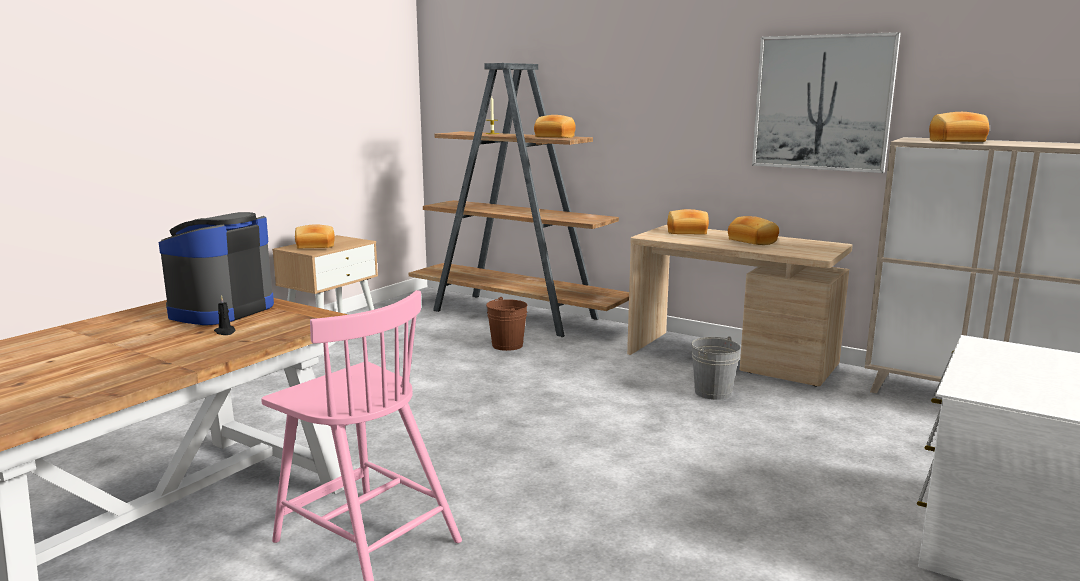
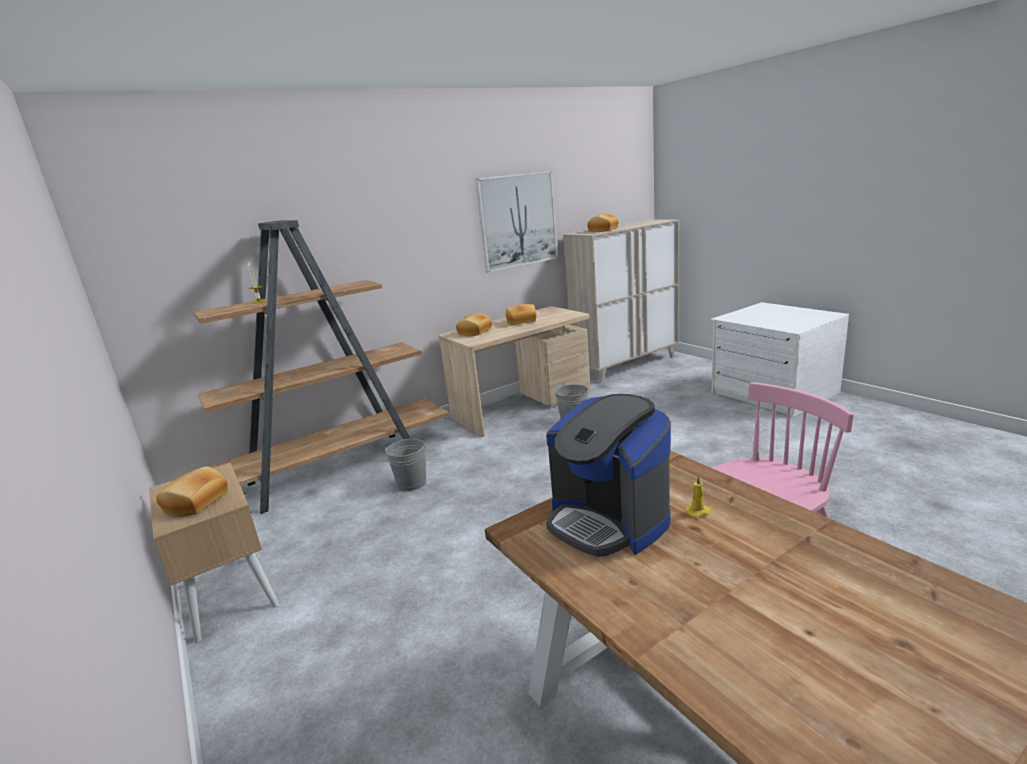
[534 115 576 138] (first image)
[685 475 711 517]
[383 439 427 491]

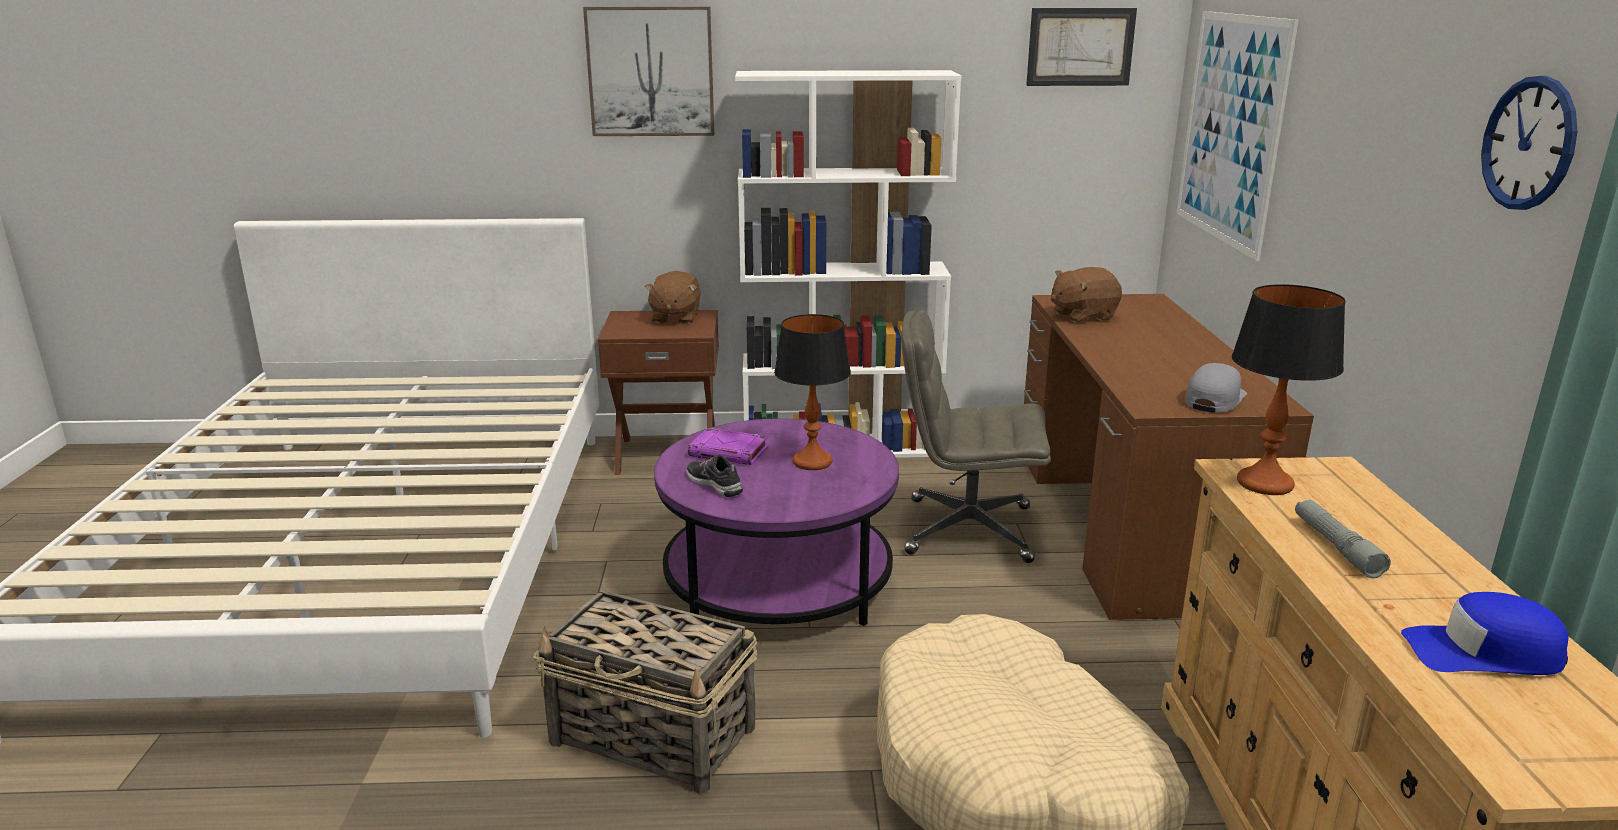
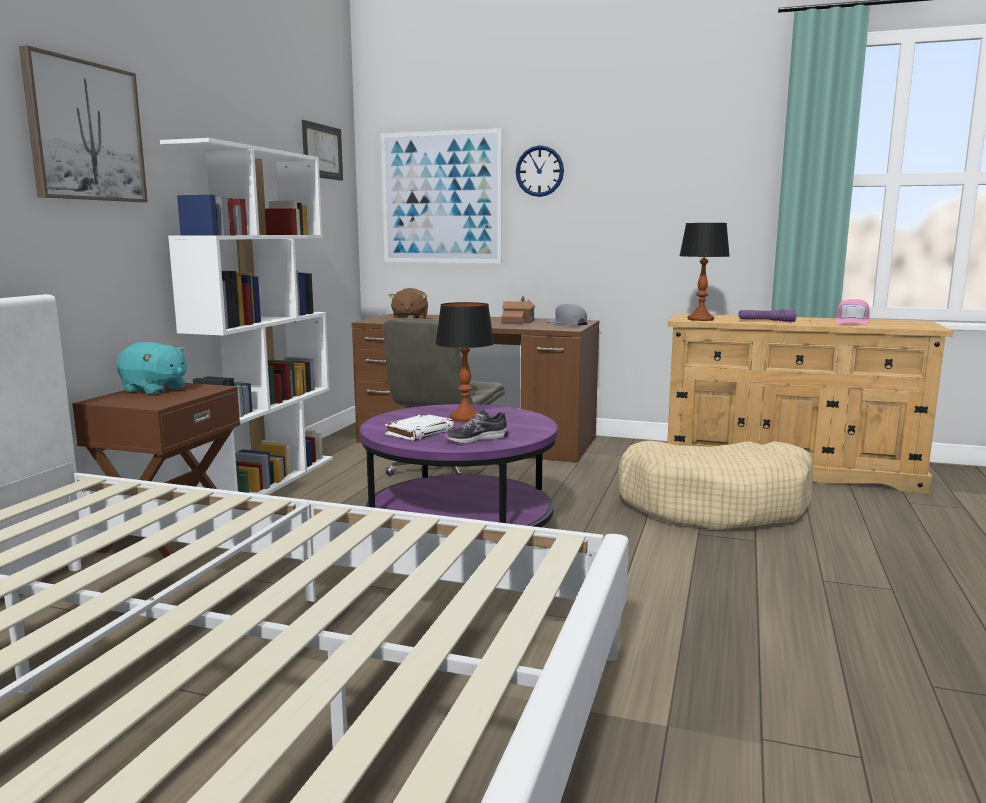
[533 590 757 795] (first image)
[502 296 535 324]
[516 145 564 197]
[116 342 187 394]
[385 414 455 441]
[738 309 797 322]
[835 299 869 325]

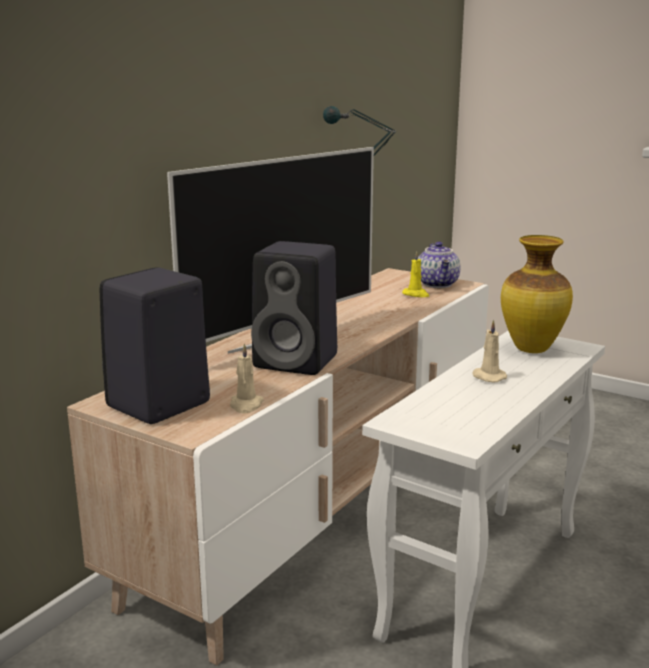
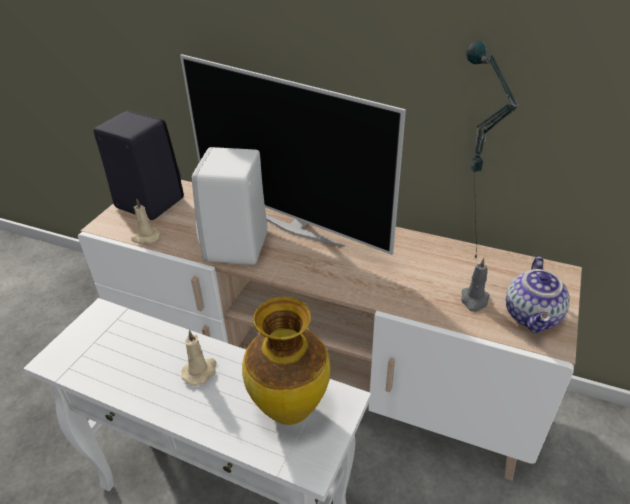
[192 147 268 265]
[461 258 490 312]
[506 257 570 333]

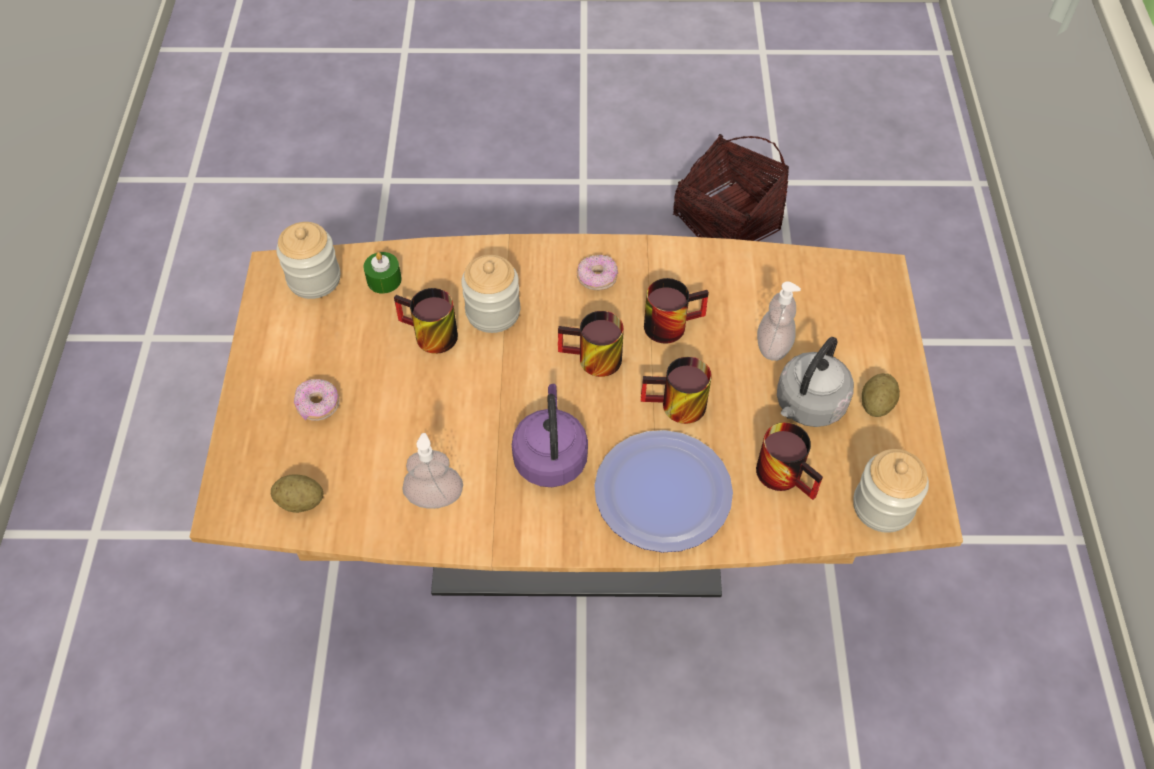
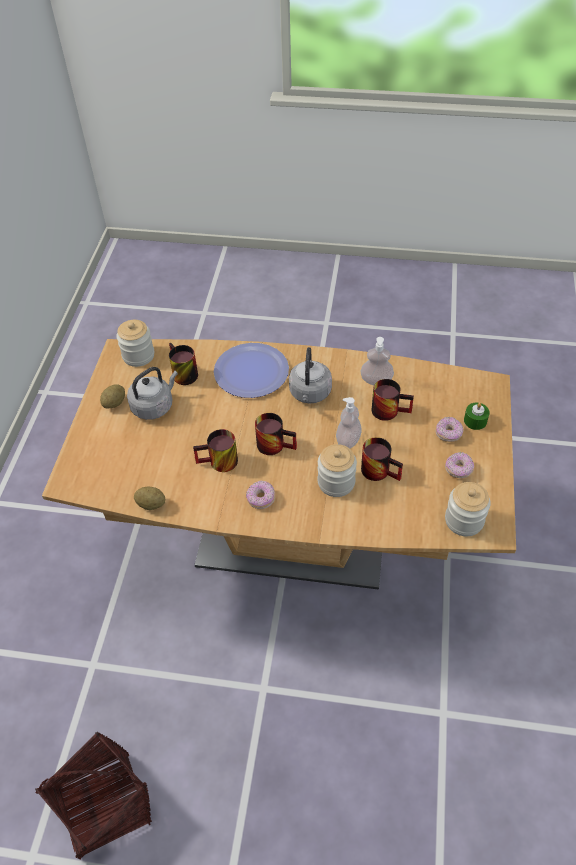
[445 452 474 478]
[134 487 165 510]
[464 403 490 430]
[372 379 414 421]
[336 397 362 449]
[289 347 332 403]

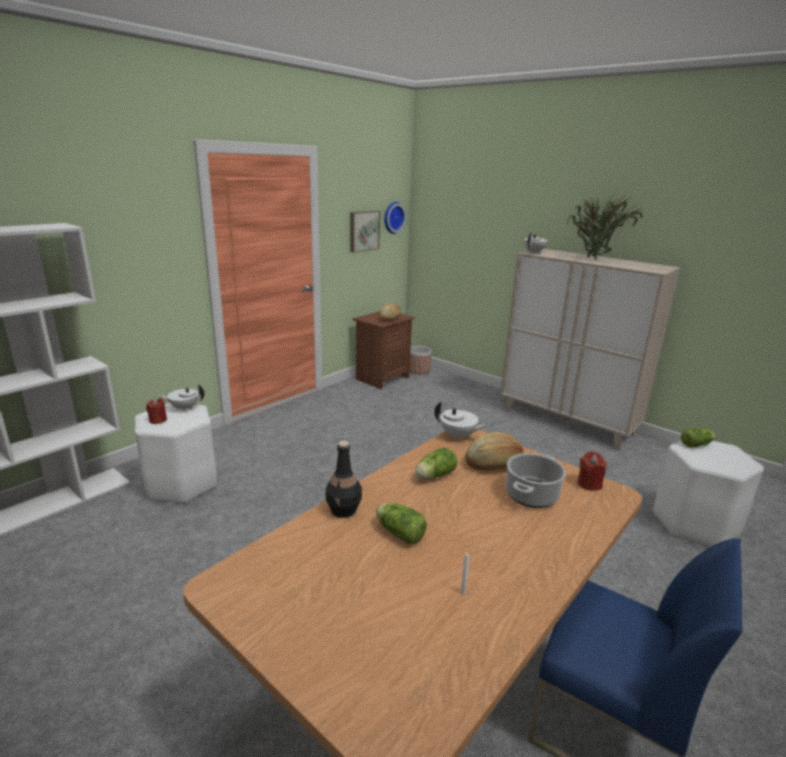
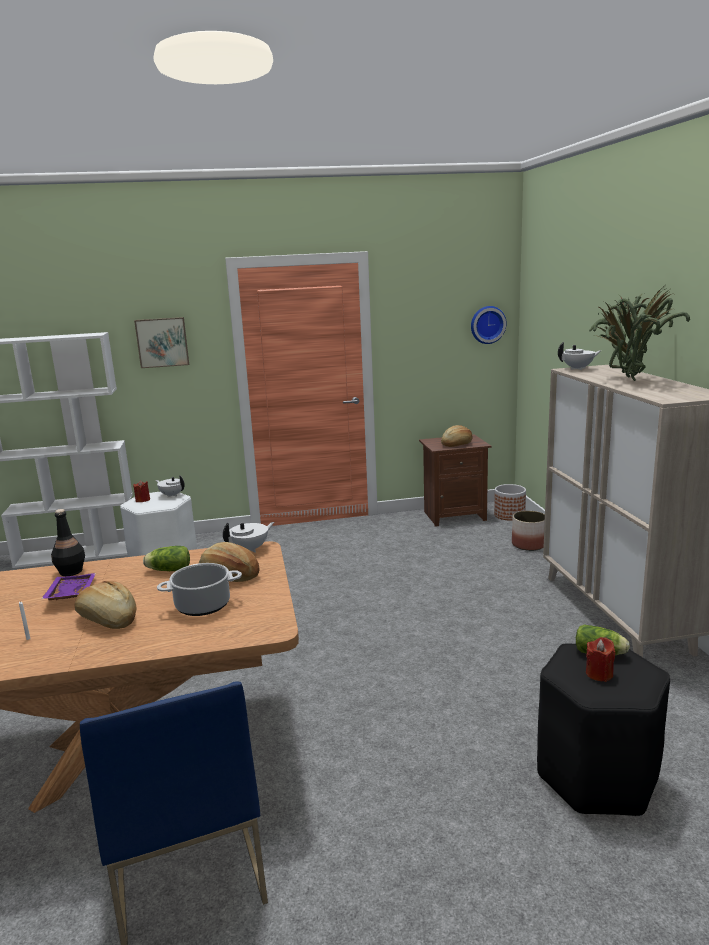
[75 581 137 629]
[512 511 545 551]
[134 317 189 368]
[586 637 615 682]
[41 573 96 600]
[537 643 670 816]
[223 522 274 553]

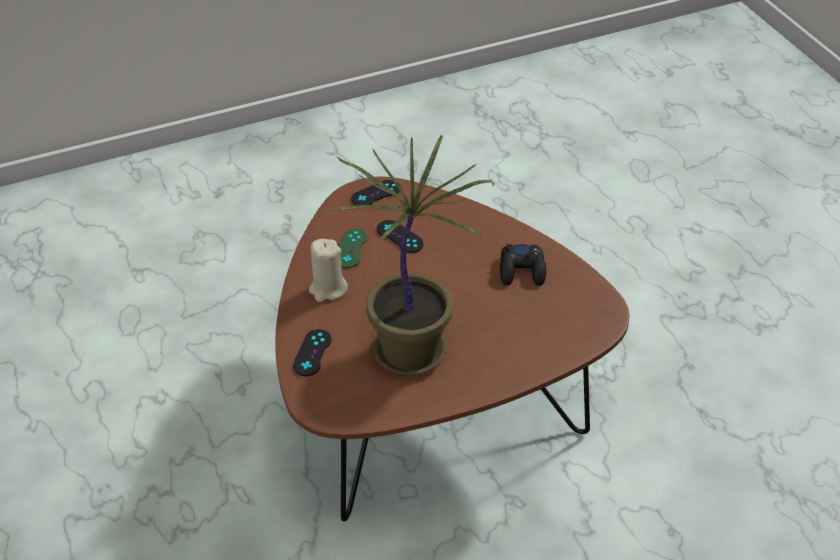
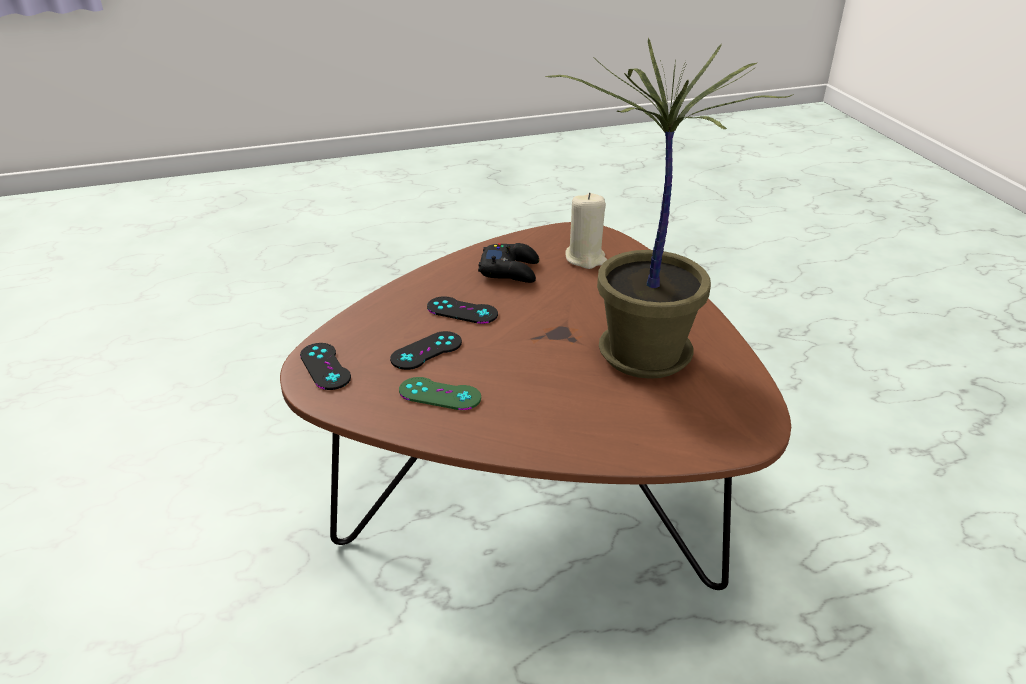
[427 296 498 324]
[565 192 607 269]

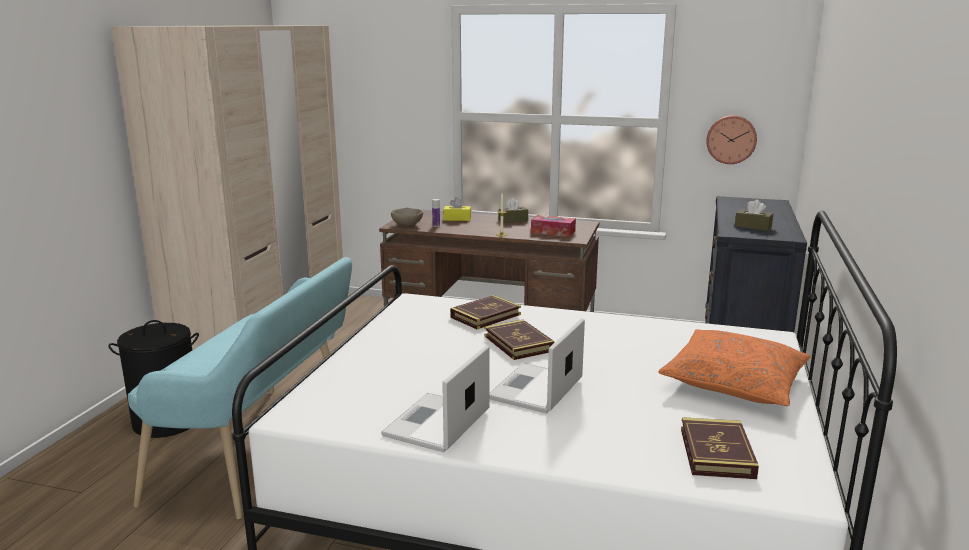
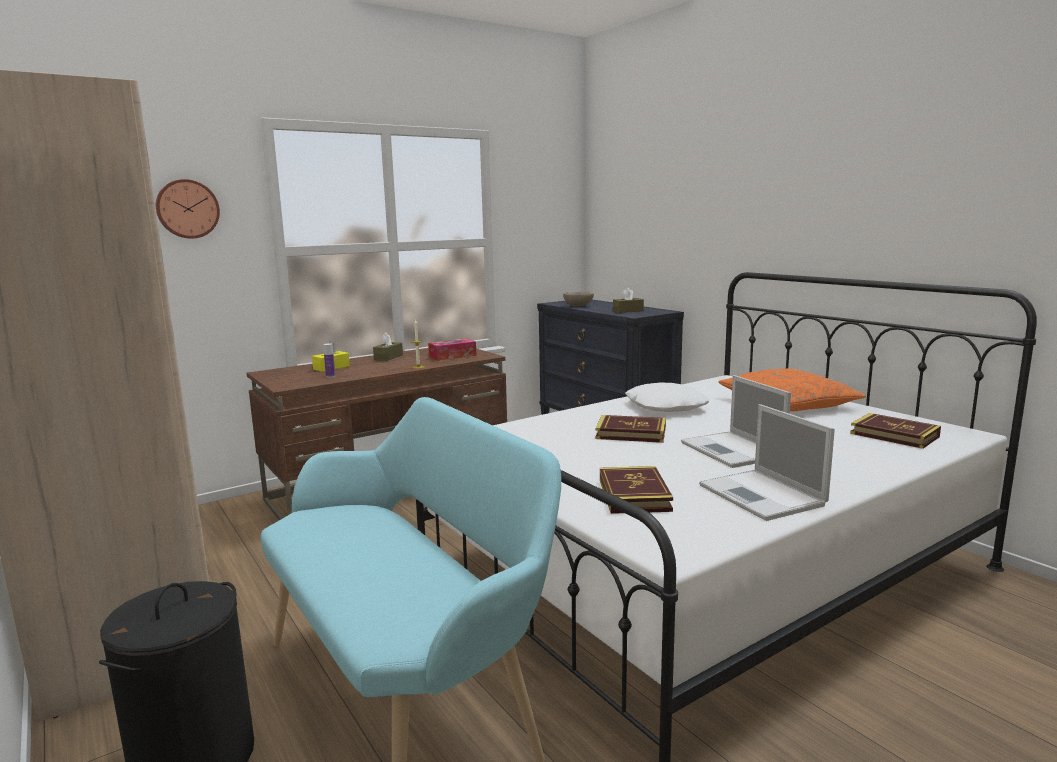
[625 382 709 412]
[563 291 594 306]
[600 466 673 514]
[155 179 220 239]

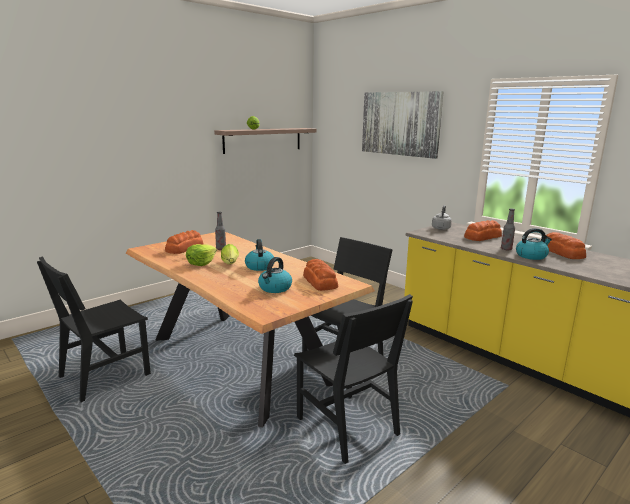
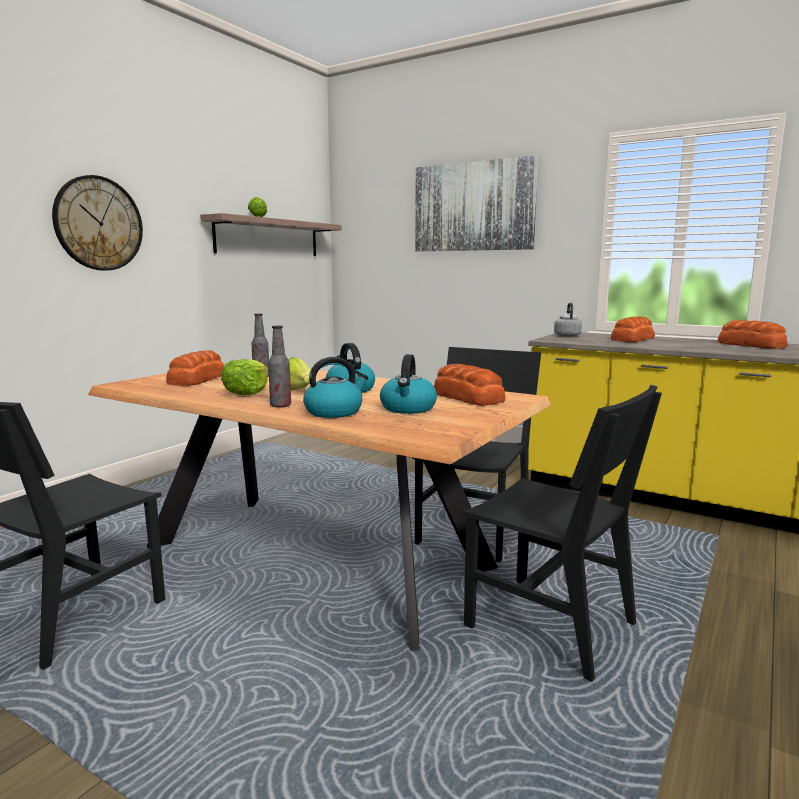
[52 175 143 271]
[268 325 291 408]
[303 357 368 418]

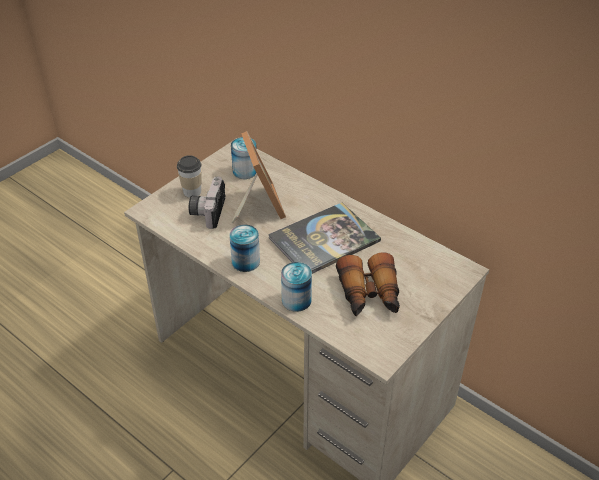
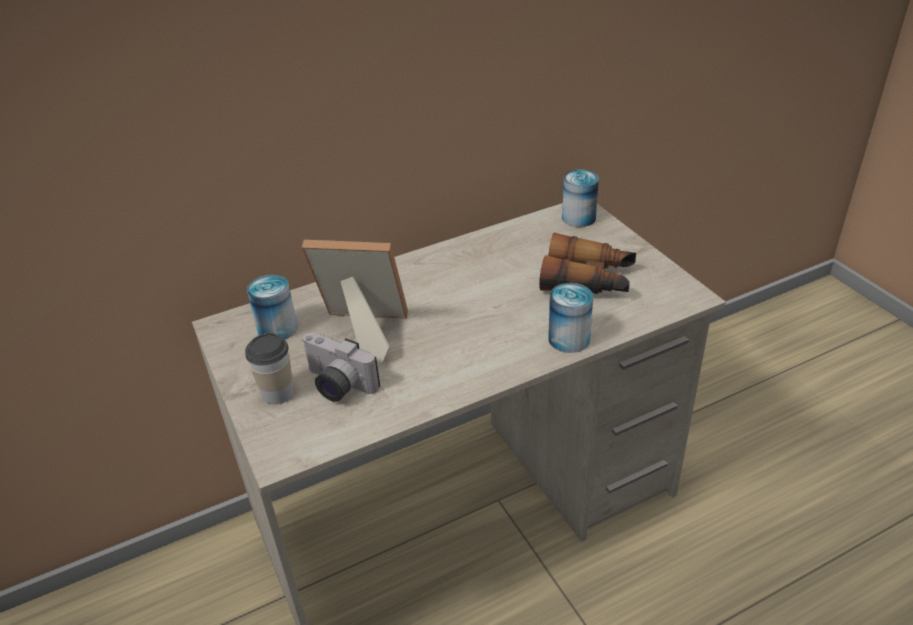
[268 202 381 274] (first image)
[562 170 599 227]

